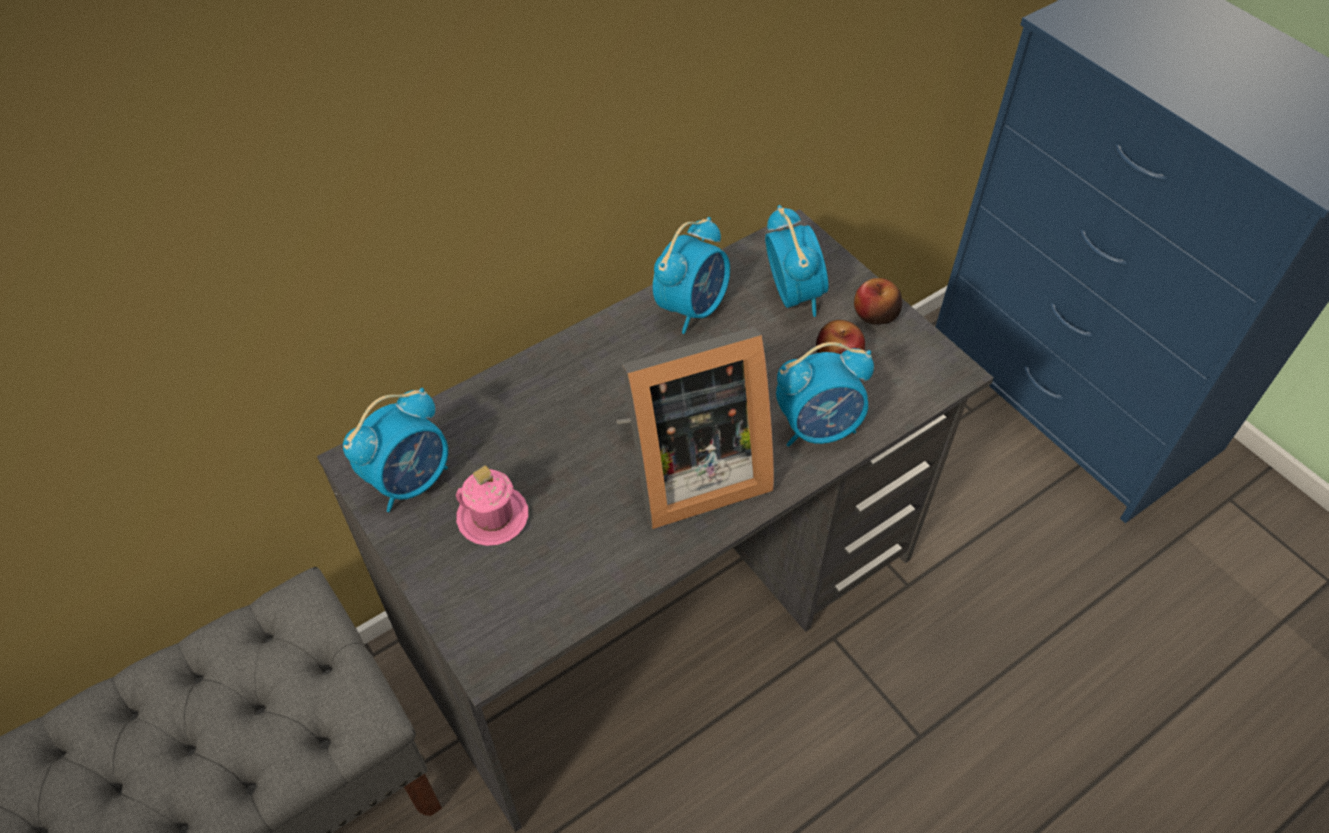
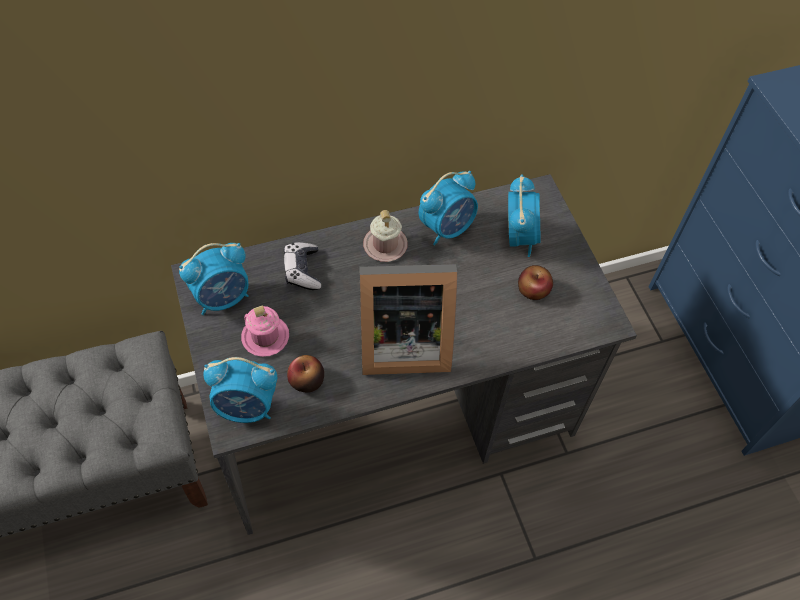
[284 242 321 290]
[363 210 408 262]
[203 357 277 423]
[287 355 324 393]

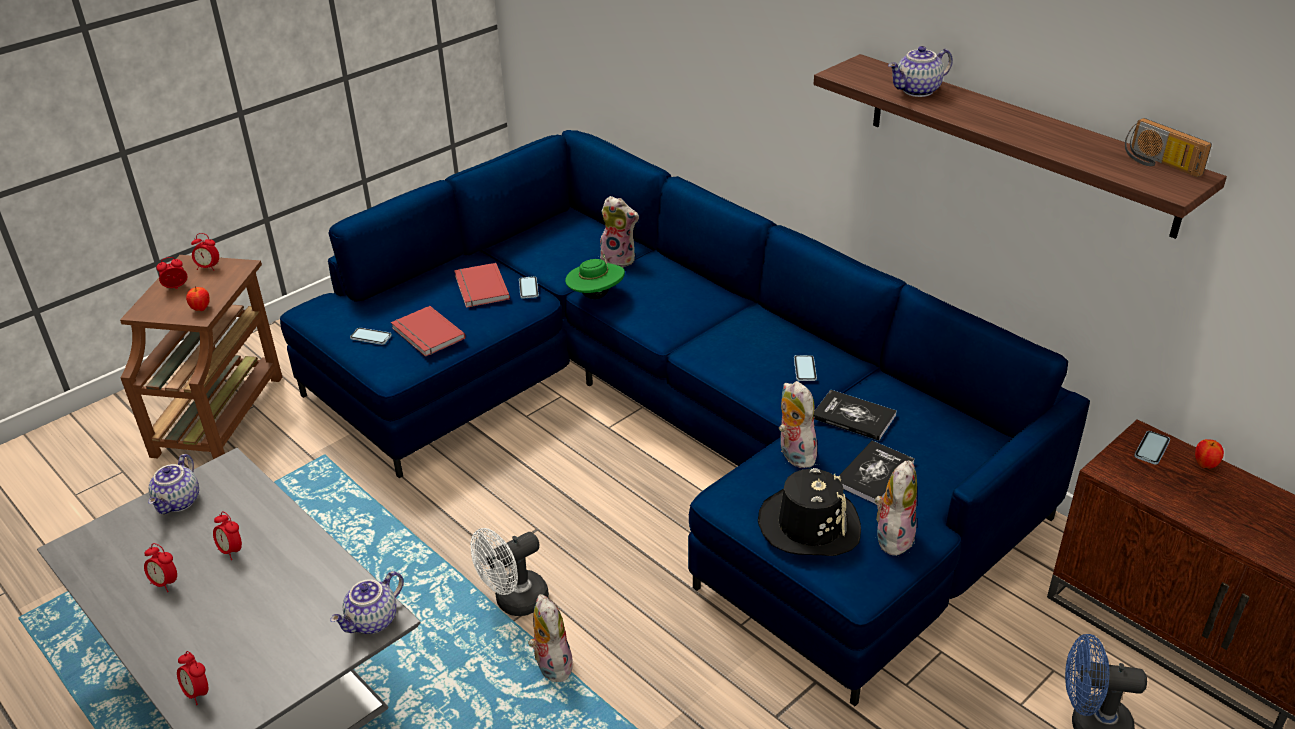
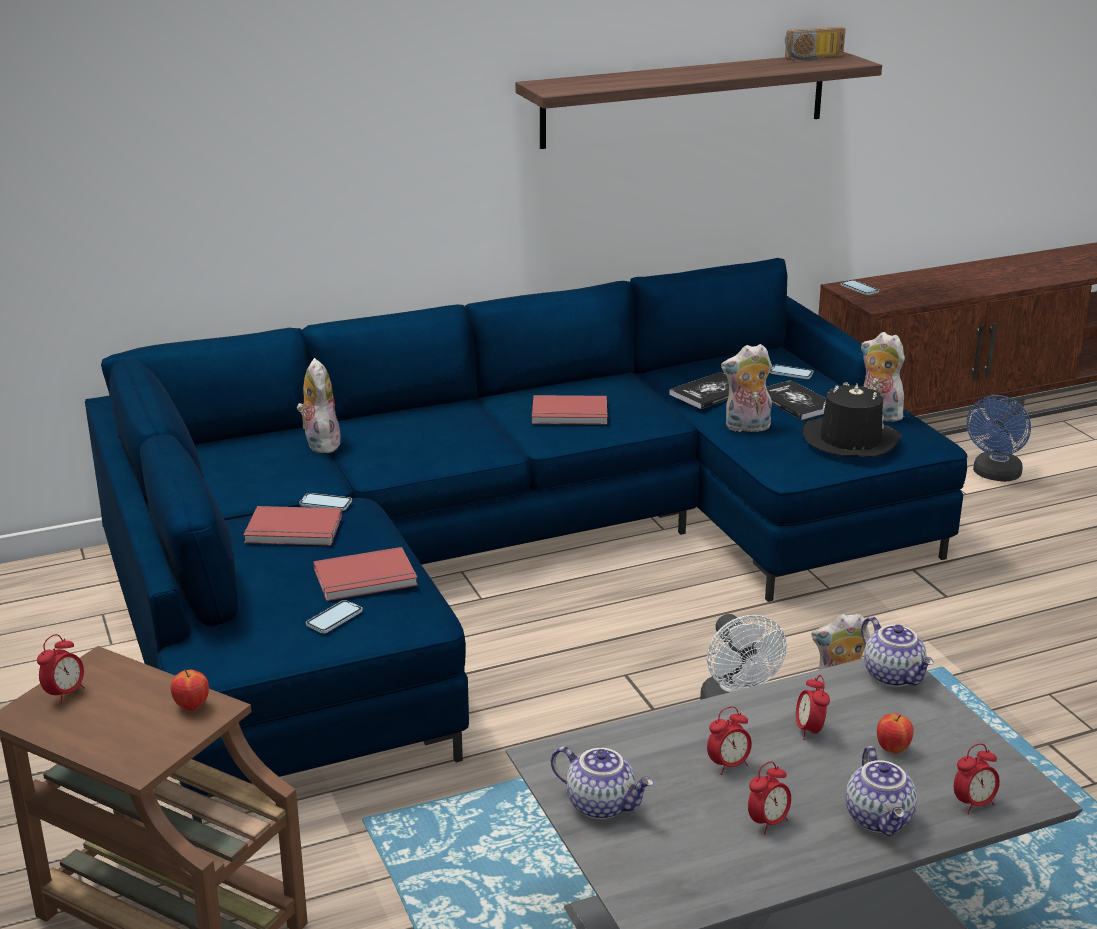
[565 254 625 299] (first image)
[532 395 608 425]
[796 675 830 740]
[769 365 814 379]
[846 746 917 836]
[877 713 914 754]
[297 358 341 453]

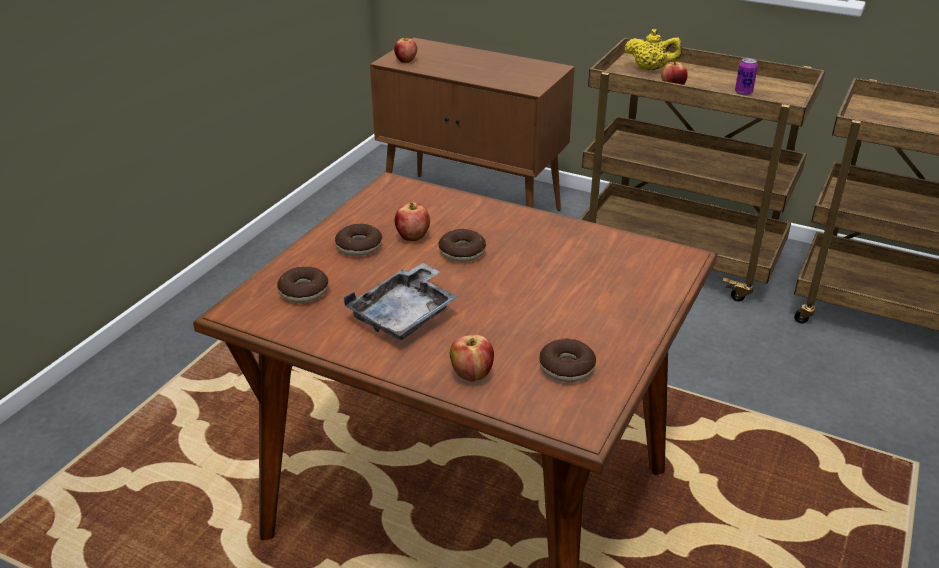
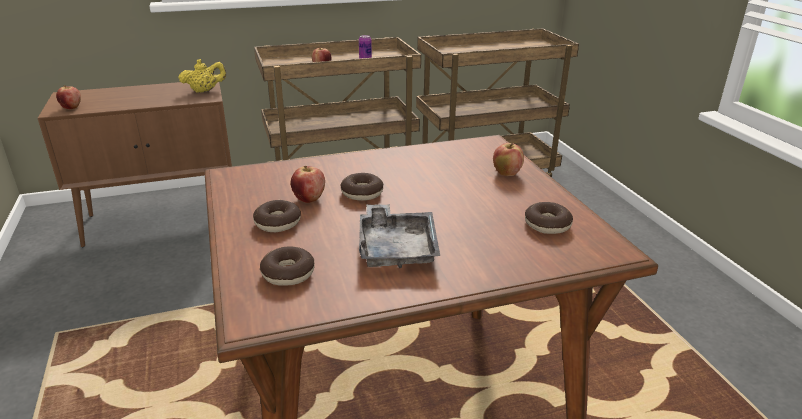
[493 143 524 176]
[178 59 226 93]

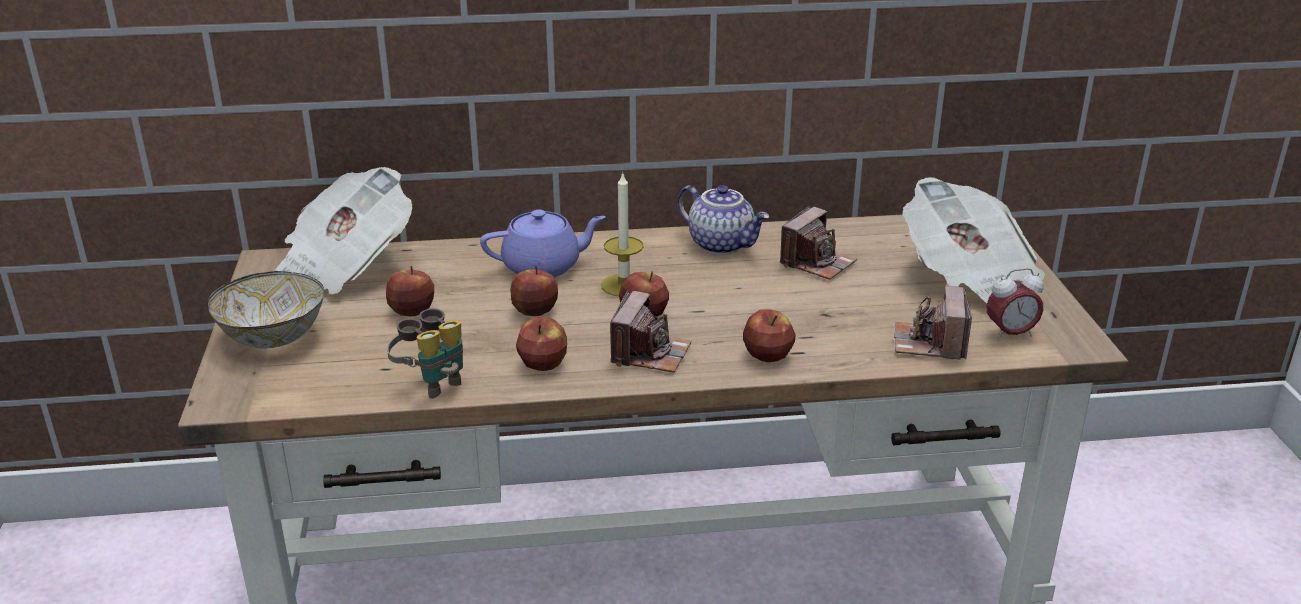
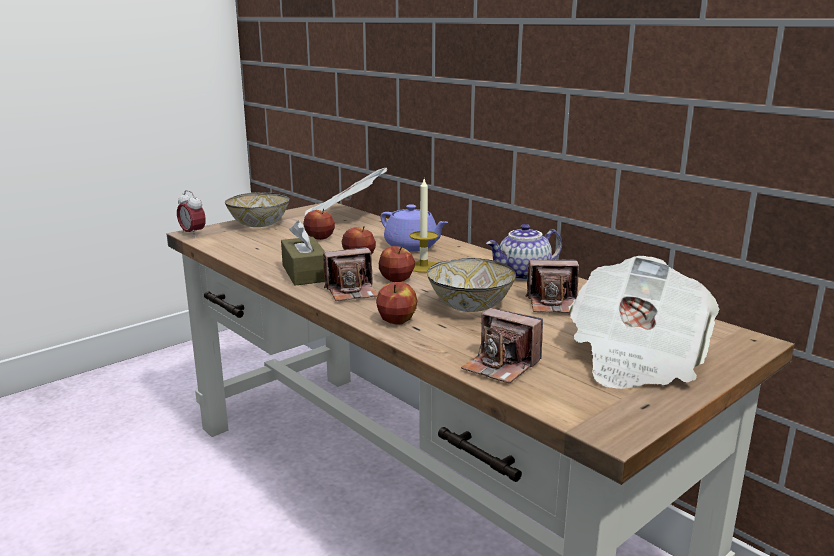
[387 308 463 399] (first image)
[427 258 516 312]
[177 190 206 237]
[281 221 325 286]
[486 224 562 281]
[461 308 543 384]

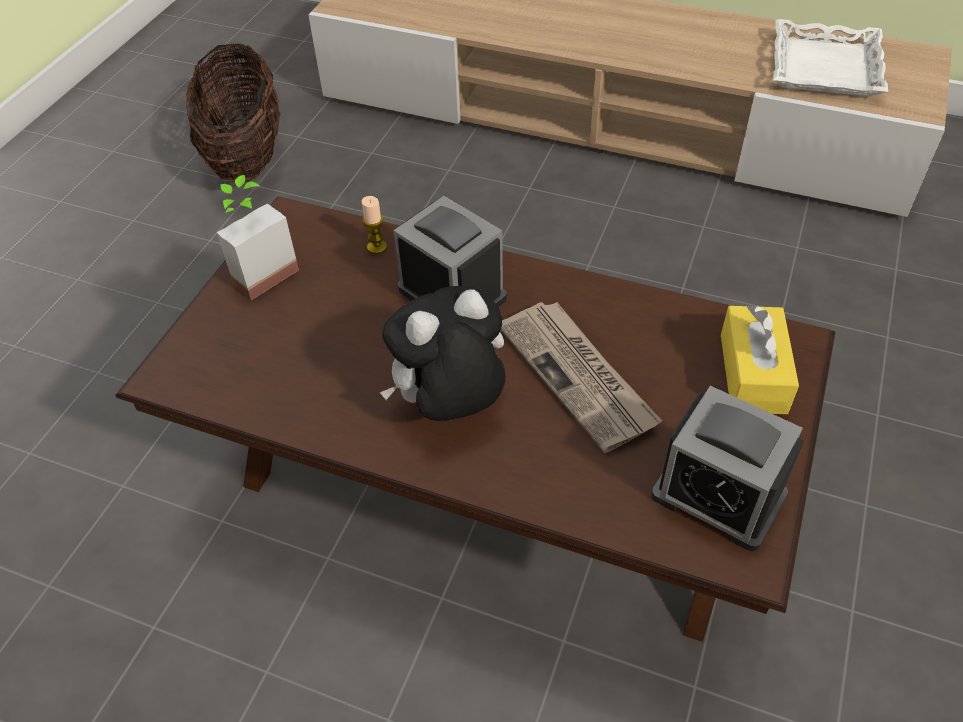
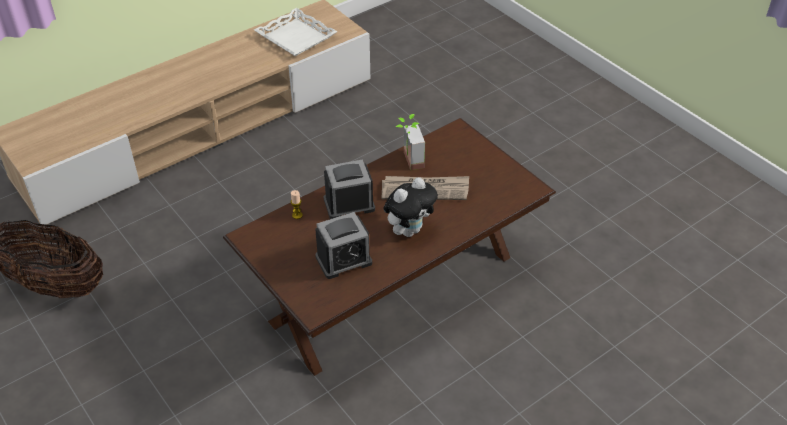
[721 305 799 414] (first image)
[396 114 425 170]
[315 212 372 279]
[384 177 438 237]

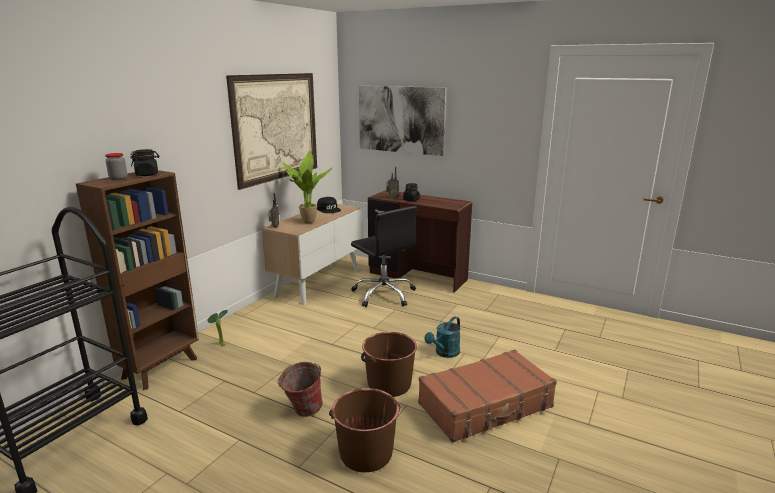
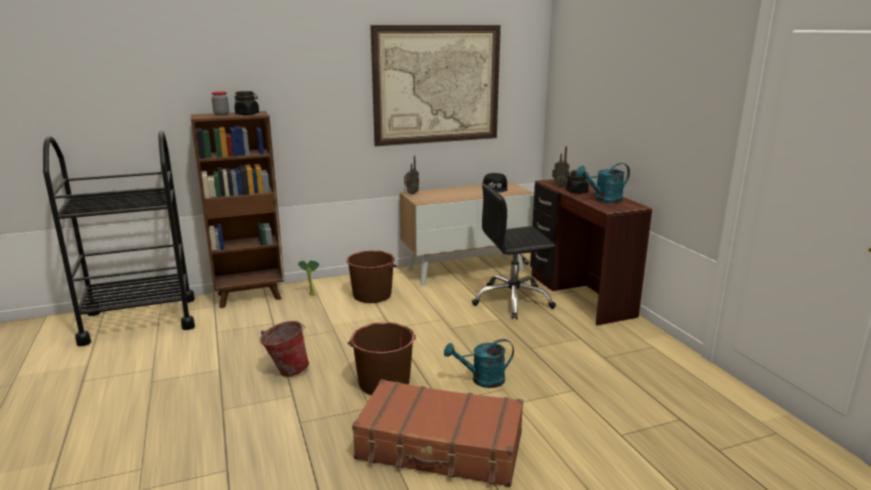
[282 151 332 223] (first image)
[359 86 446 156] (first image)
[576 163 630 203]
[347 250 397 303]
[472 184 556 320]

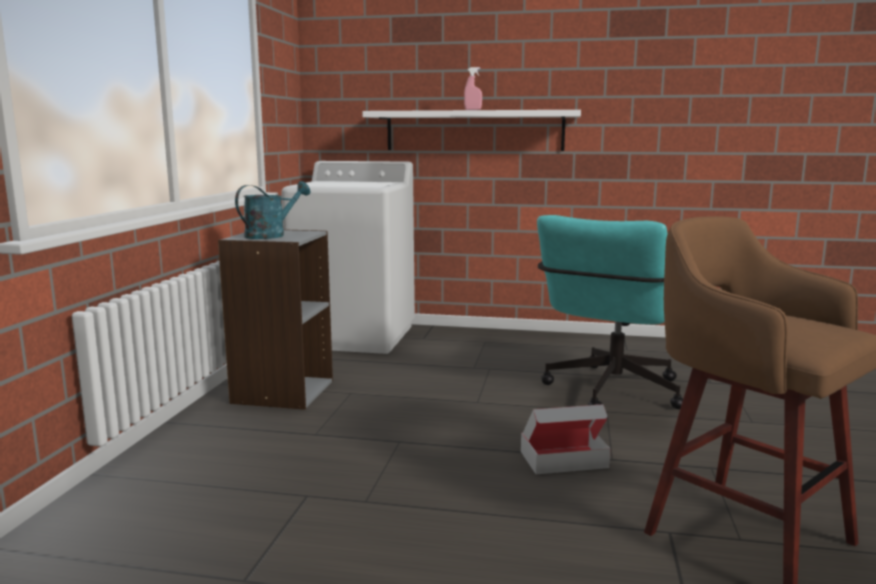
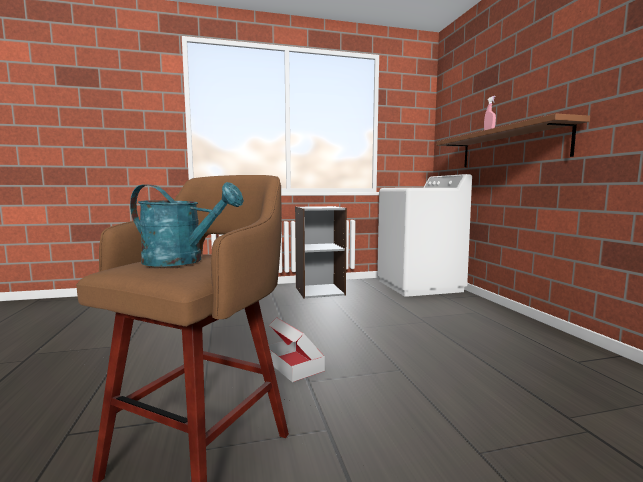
[537 215 683 409] (first image)
[130 182 244 266]
[436 114 590 167]

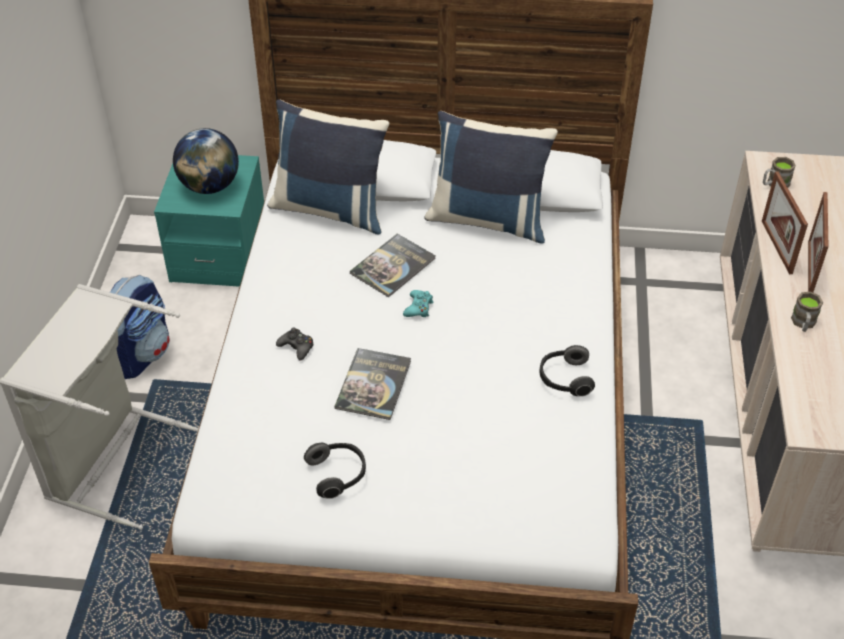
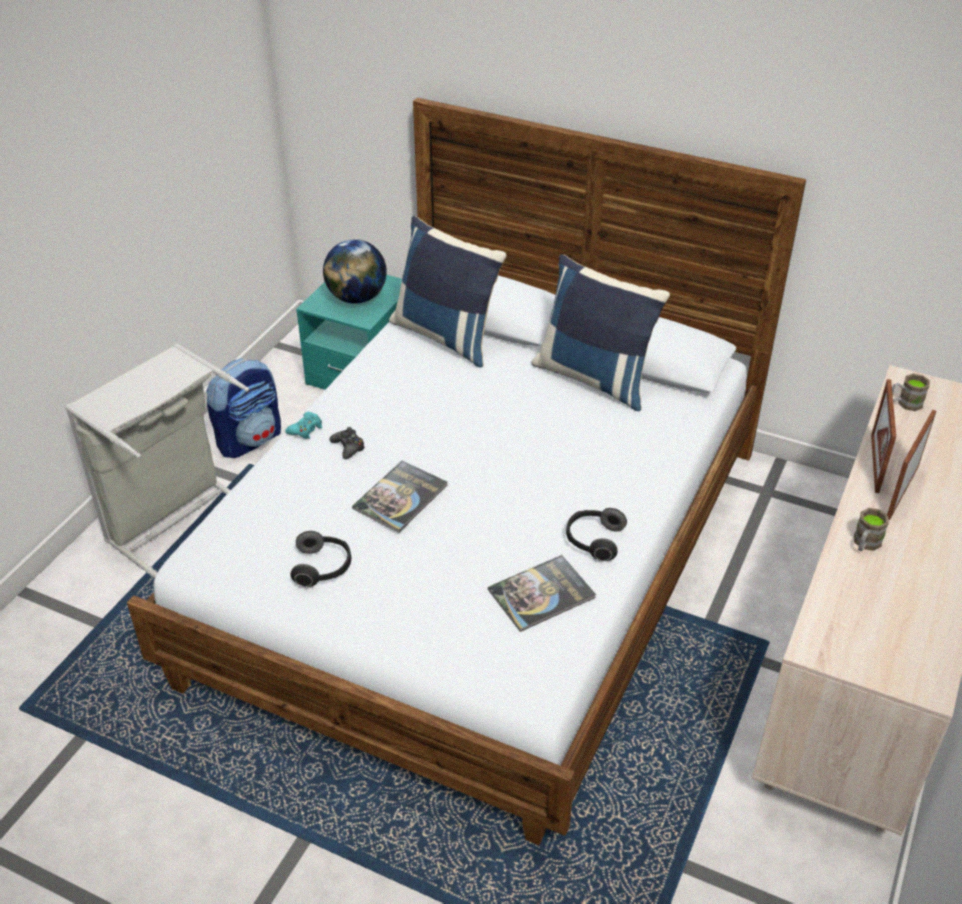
[488 555 596 632]
[285 412 322 439]

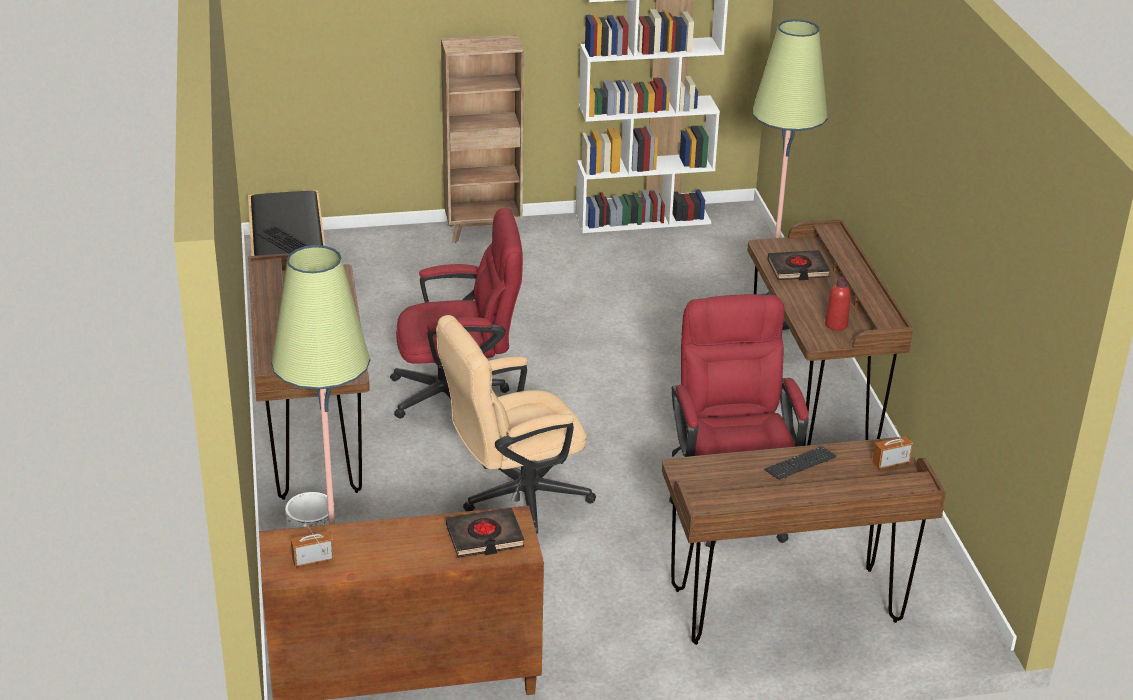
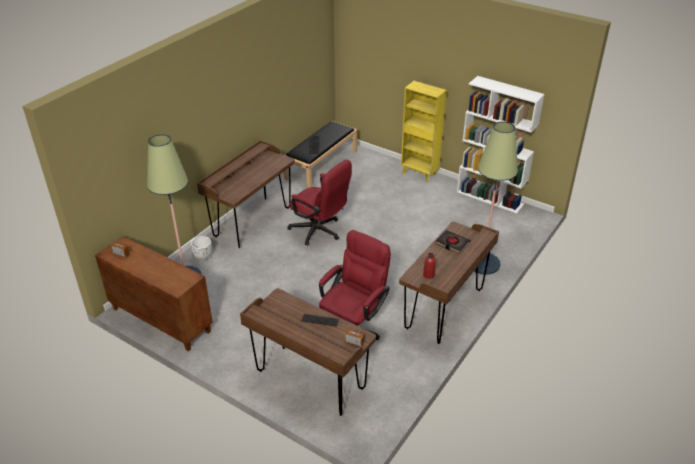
[436 315 596 534] (first image)
[446 508 524 558] (first image)
[401 81 447 182]

